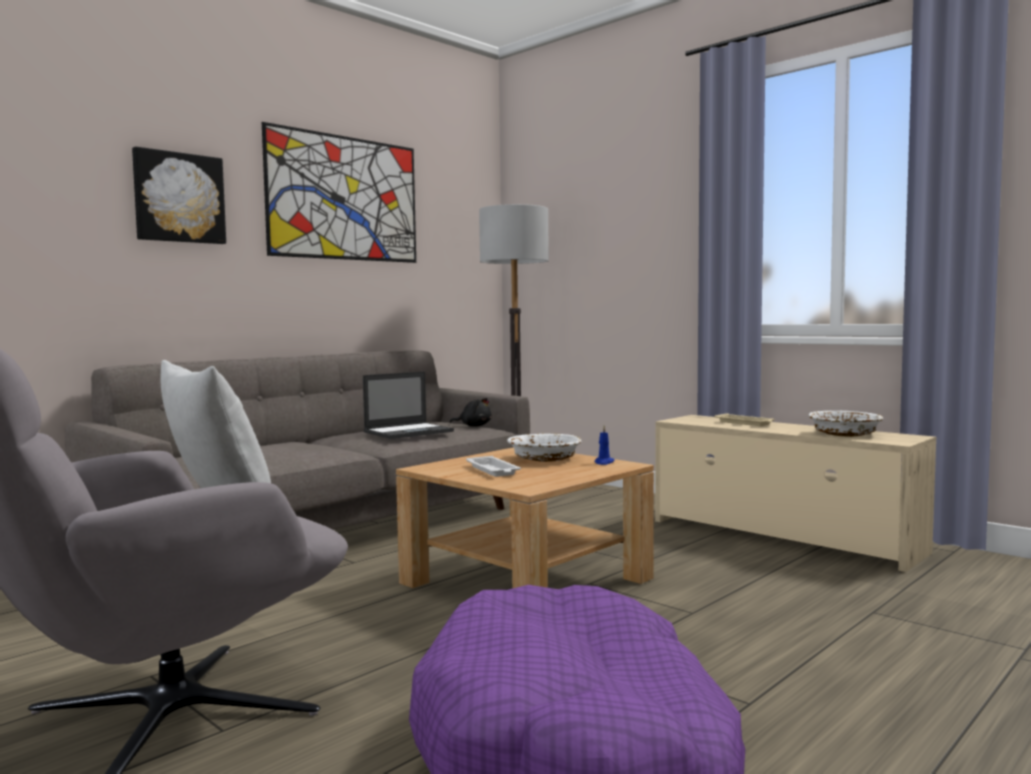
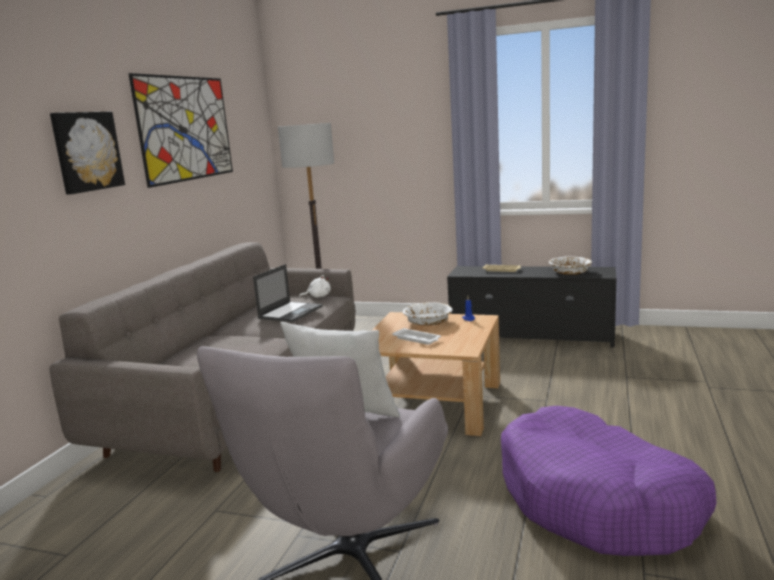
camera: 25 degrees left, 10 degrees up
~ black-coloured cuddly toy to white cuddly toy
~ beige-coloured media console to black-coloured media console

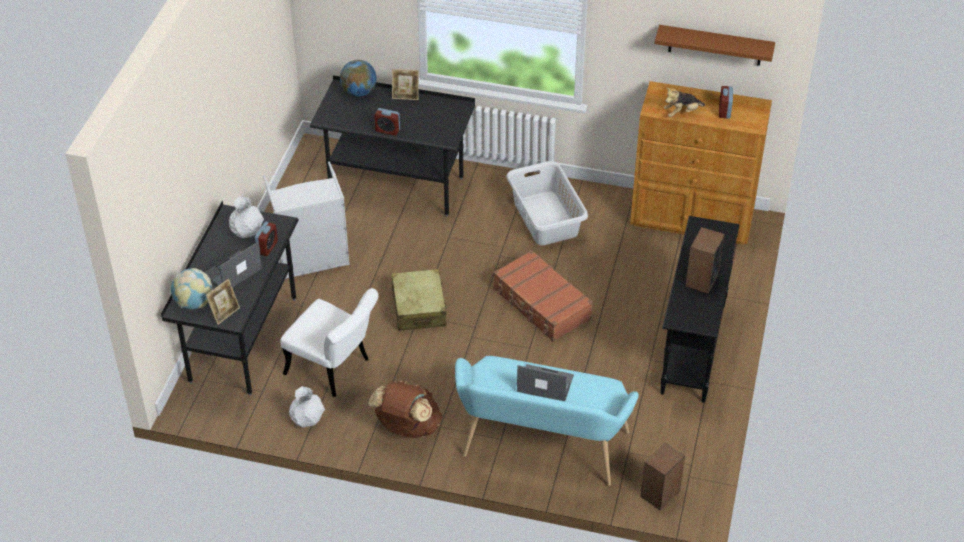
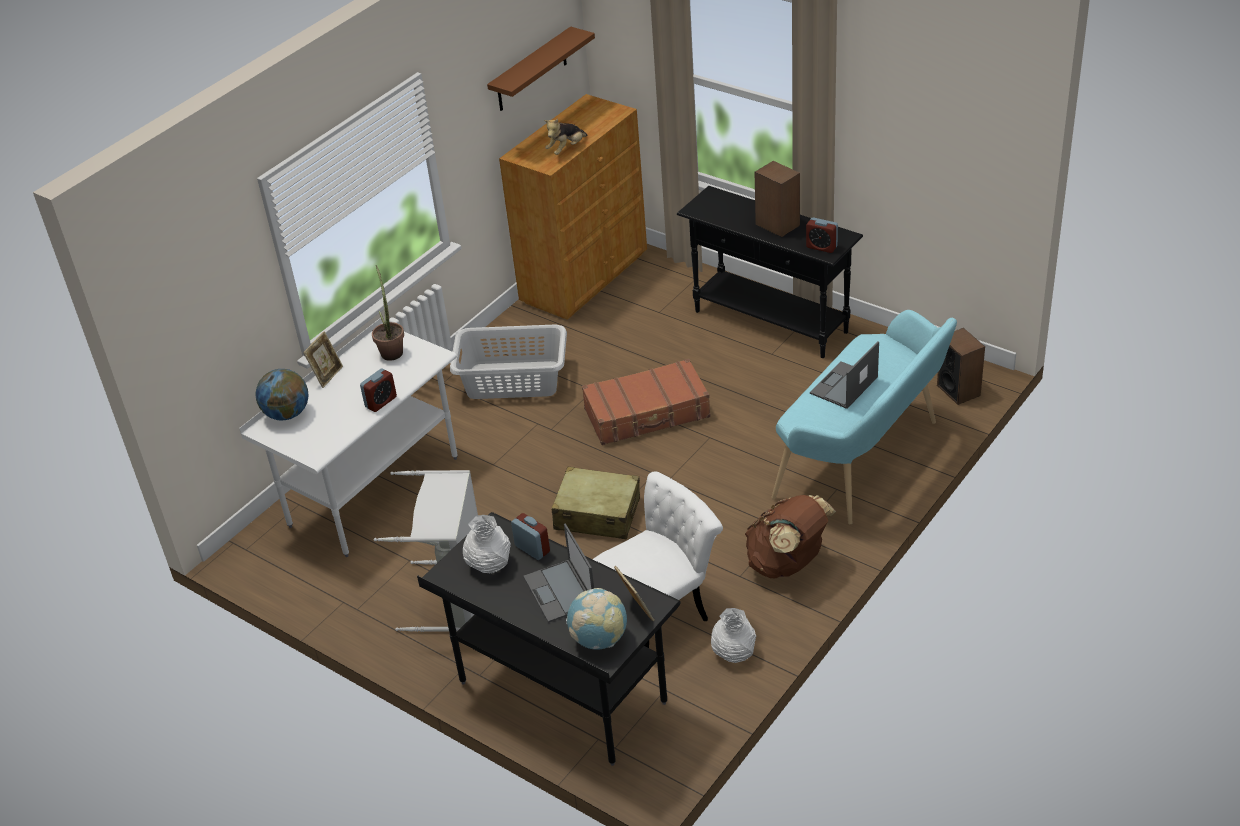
camera: 65 degrees left, 5 degrees down
~ black-coloured desk table (no. 2 from left) to white desk table
~ table clock (no. 3 from left)
~ cuddly toy 45 degrees clockwise
+ potted plant

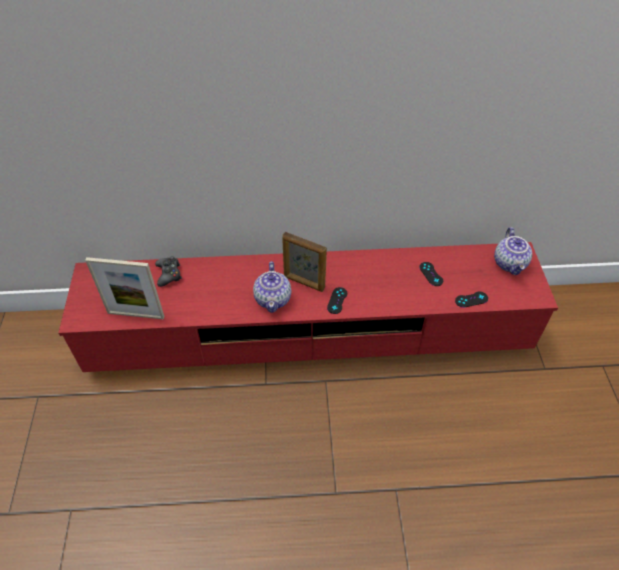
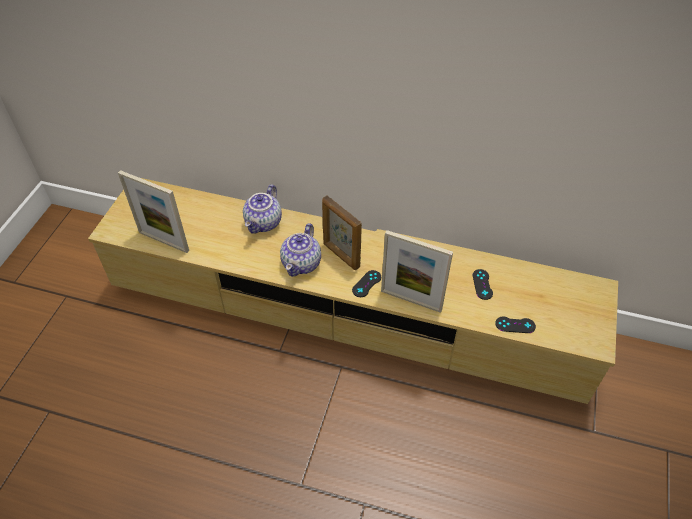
camera: 20 degrees right, 0 degrees up
~ tea pot (no. 2 from left in the first image) to tea pot (no. 1 from left)
~ red-coloured media console to beige-coloured media console
- black-coloured gamepad (no. 1 from left)
+ photo frame (no. 3 from left)

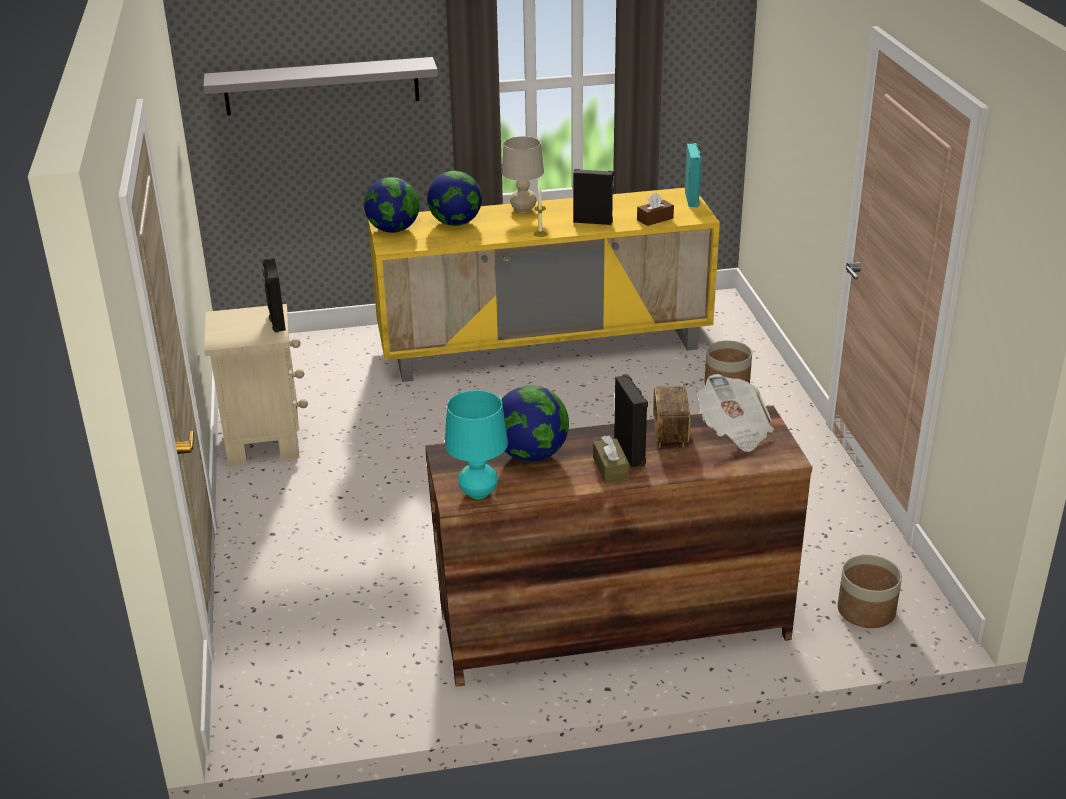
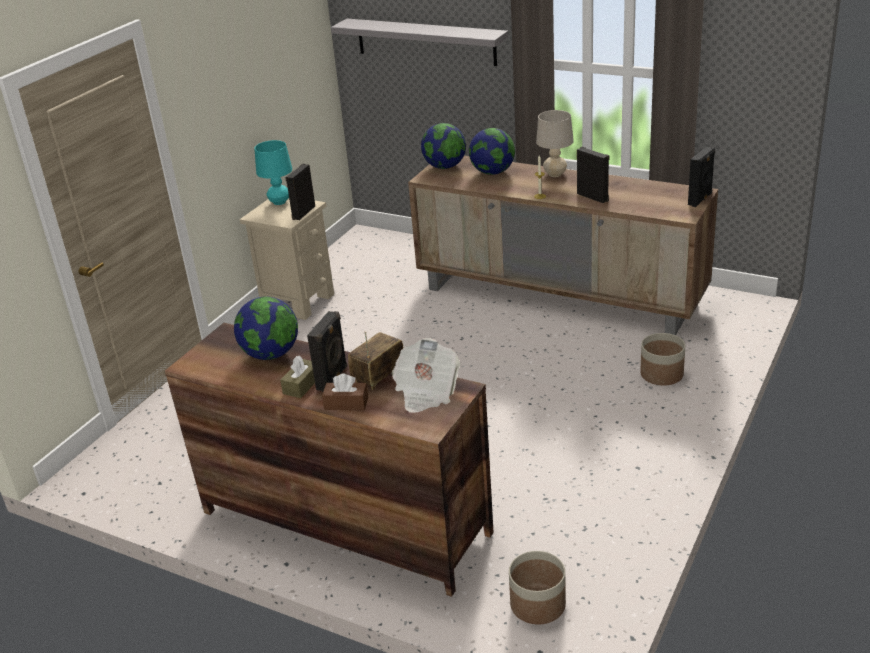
camera: 40 degrees right, 0 degrees up
~ turquoise audio speaker to black-coloured audio speaker (no. 4 from left)
~ yellow media console to brown-coloured media console
~ brown-coloured tissue holder (no. 2 from left)
~ turquoise tabletop lamp

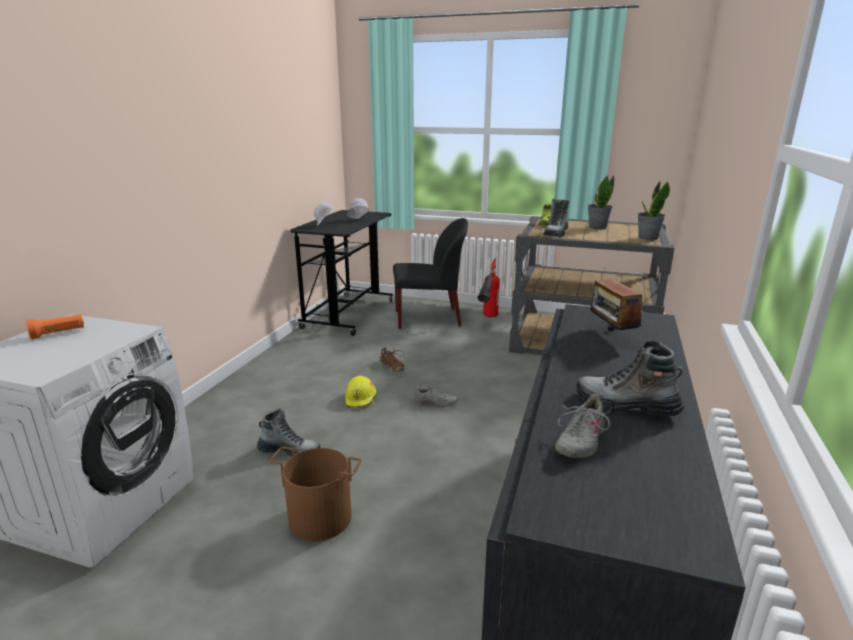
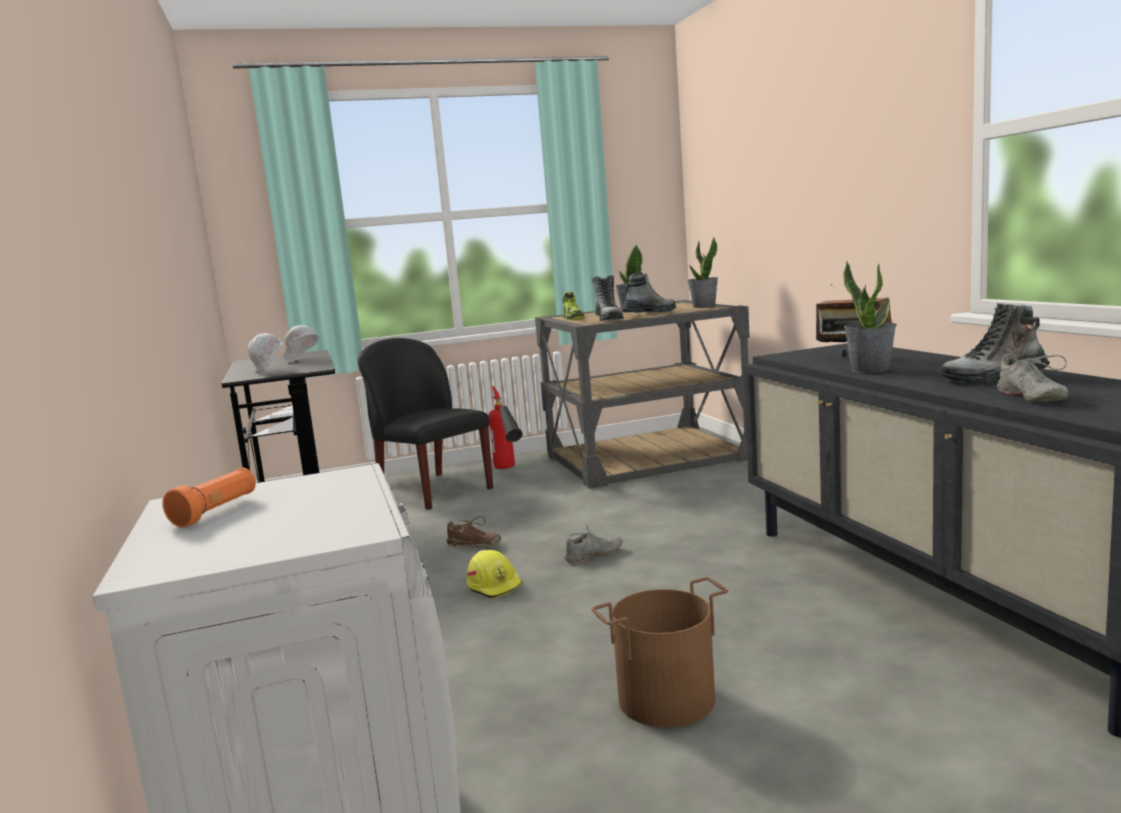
camera: 35 degrees left, 10 degrees down
~ black-coloured plain chair 90 degrees counterclockwise
~ boot (no. 1 from left in the first image) to boot (no. 2 from left)
+ potted plant (no. 3 from left)

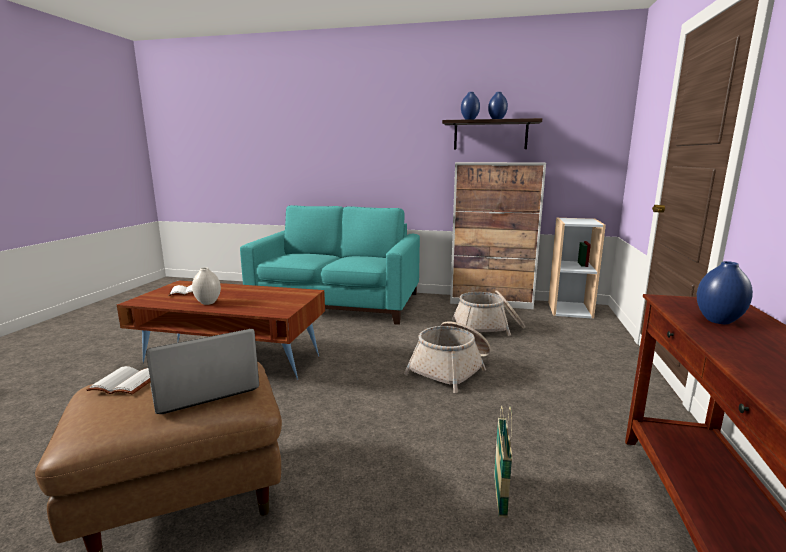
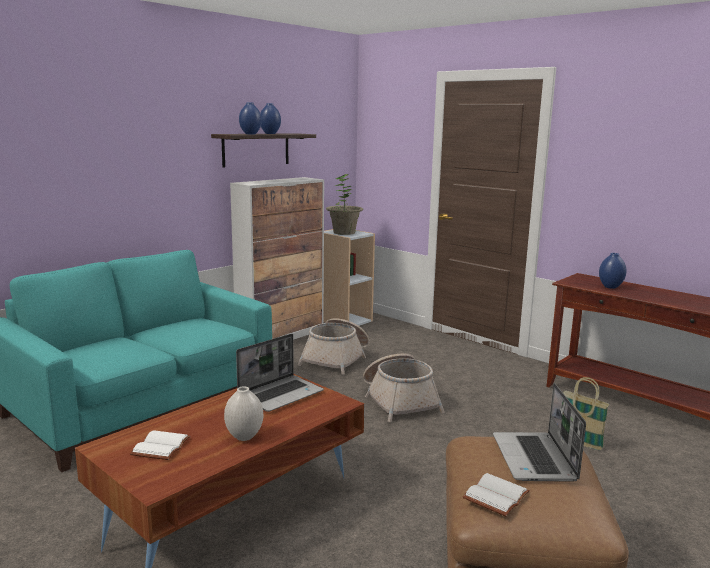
camera: 60 degrees left, 0 degrees up
+ potted plant
+ portable computer (no. 1 from left)

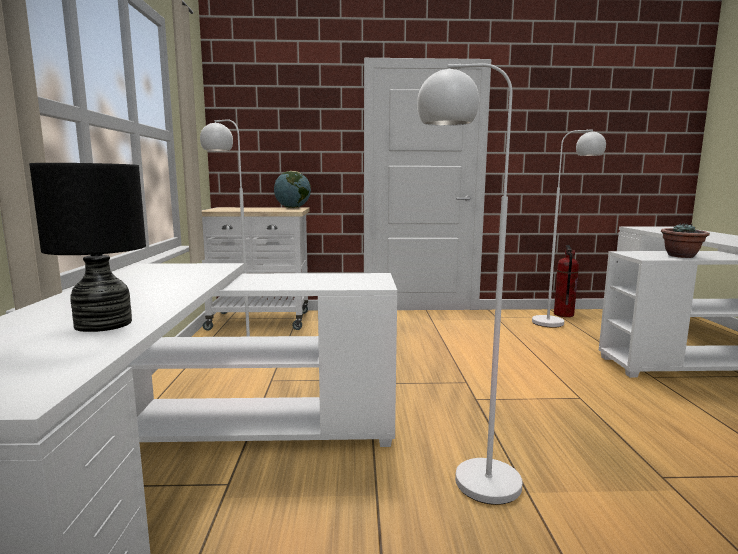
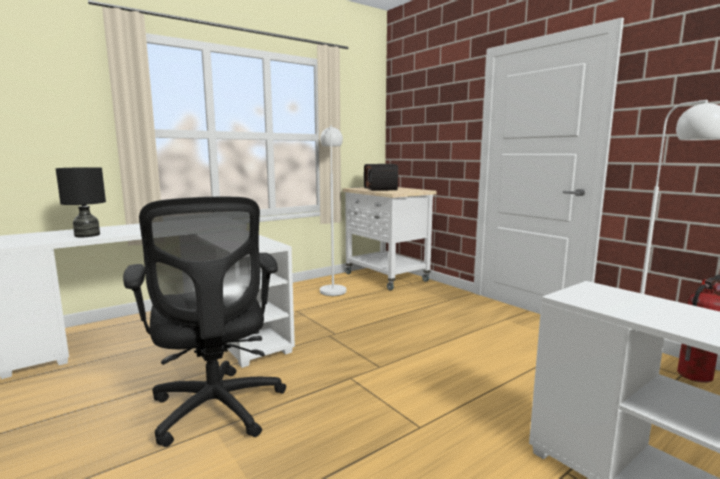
camera: 55 degrees right, 0 degrees up
~ white standing lamp (no. 2 from left) to black-coloured computer chair
- globe
- potted plant
+ radio set

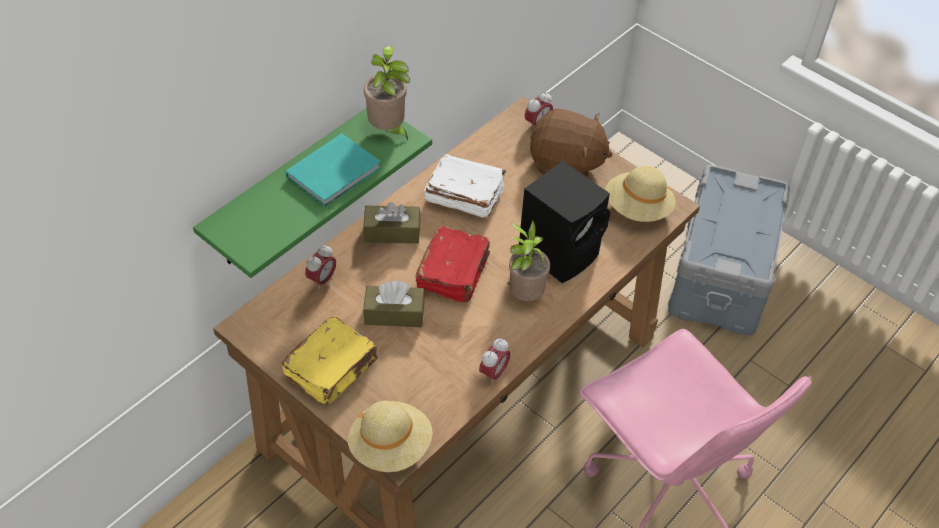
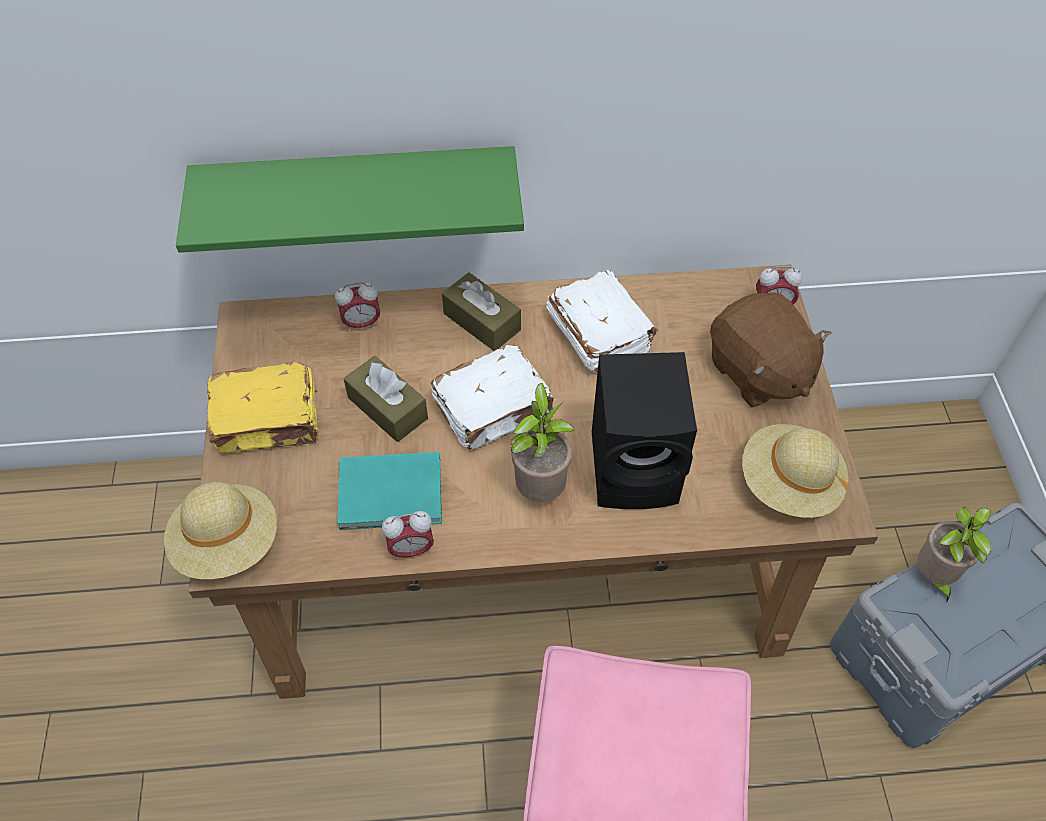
camera: 45 degrees right, 5 degrees up
~ potted plant (no. 1 from left in the first image) to potted plant (no. 2 from left)
~ turquoise volume
~ red-coloured volume to white volume (no. 1 from left)

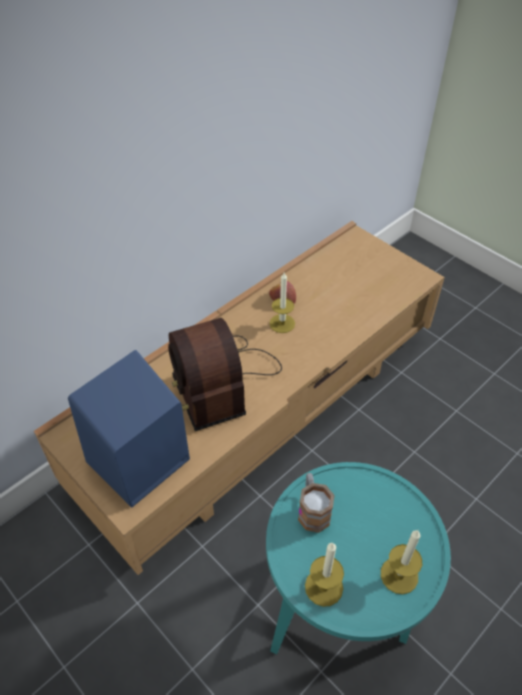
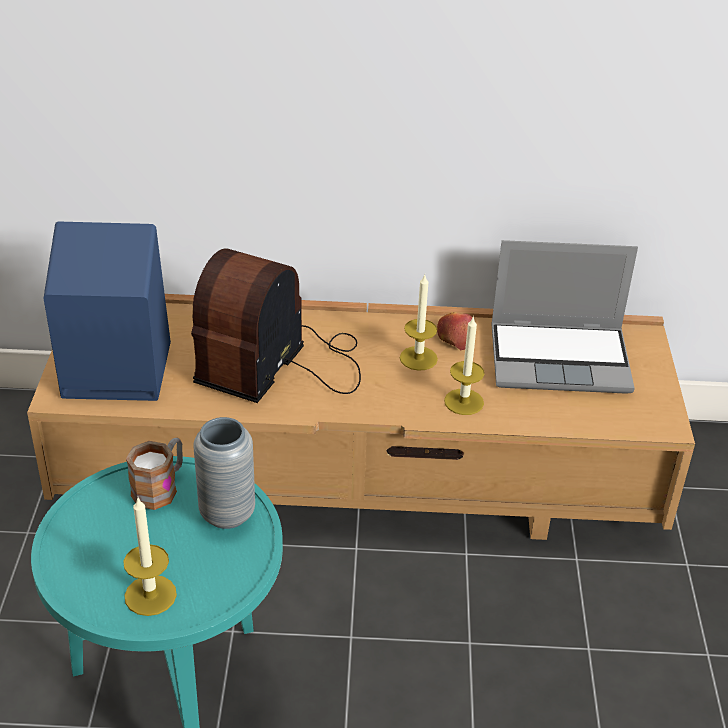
camera: 45 degrees right, 10 degrees down
~ candle (no. 2 from left in the first image) to candle (no. 3 from left)
+ portable computer
+ gray decorative vase

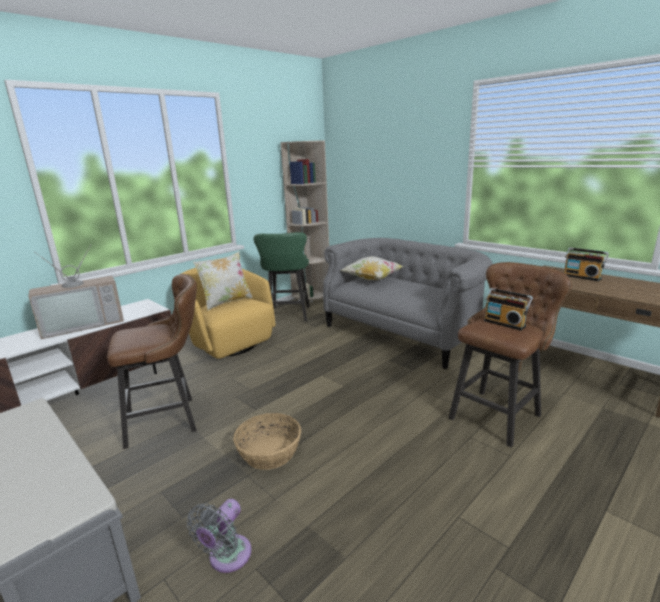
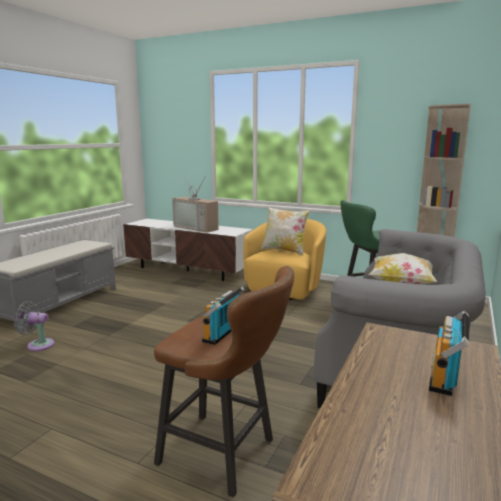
camera: 70 degrees right, 5 degrees down
- brown-coloured stool seat (no. 1 from left)
- household basket

